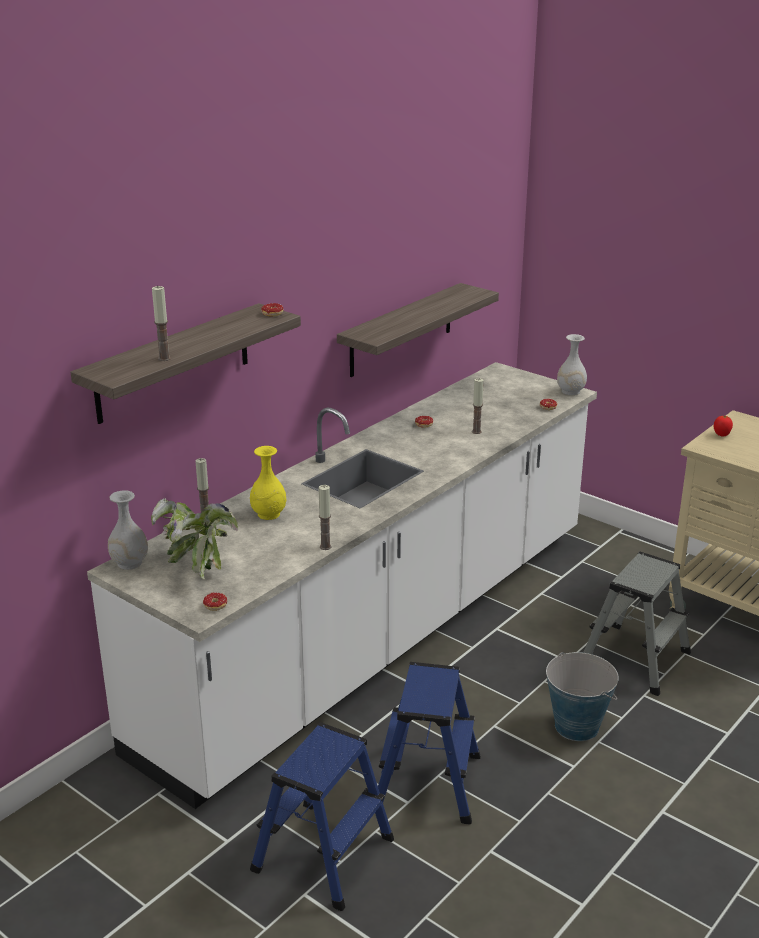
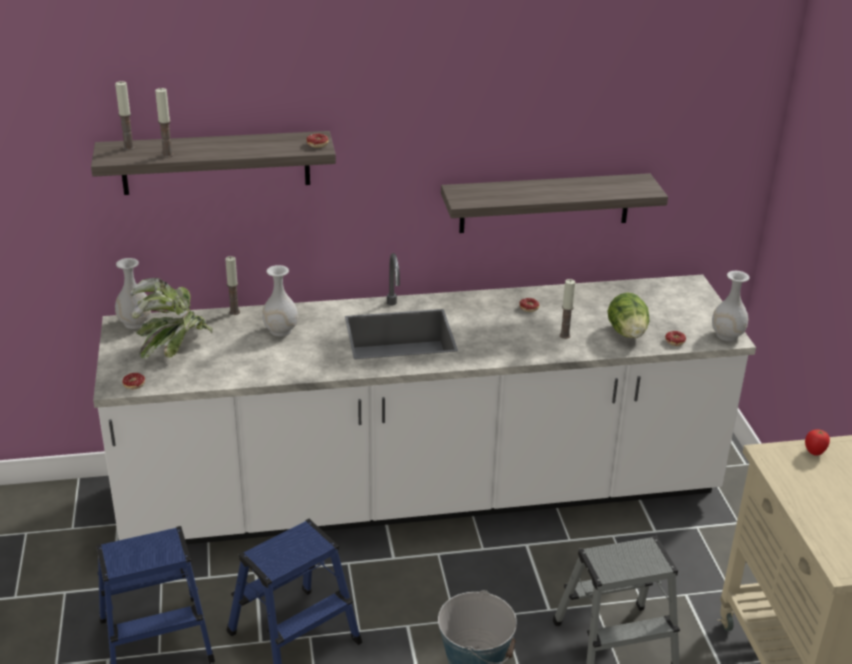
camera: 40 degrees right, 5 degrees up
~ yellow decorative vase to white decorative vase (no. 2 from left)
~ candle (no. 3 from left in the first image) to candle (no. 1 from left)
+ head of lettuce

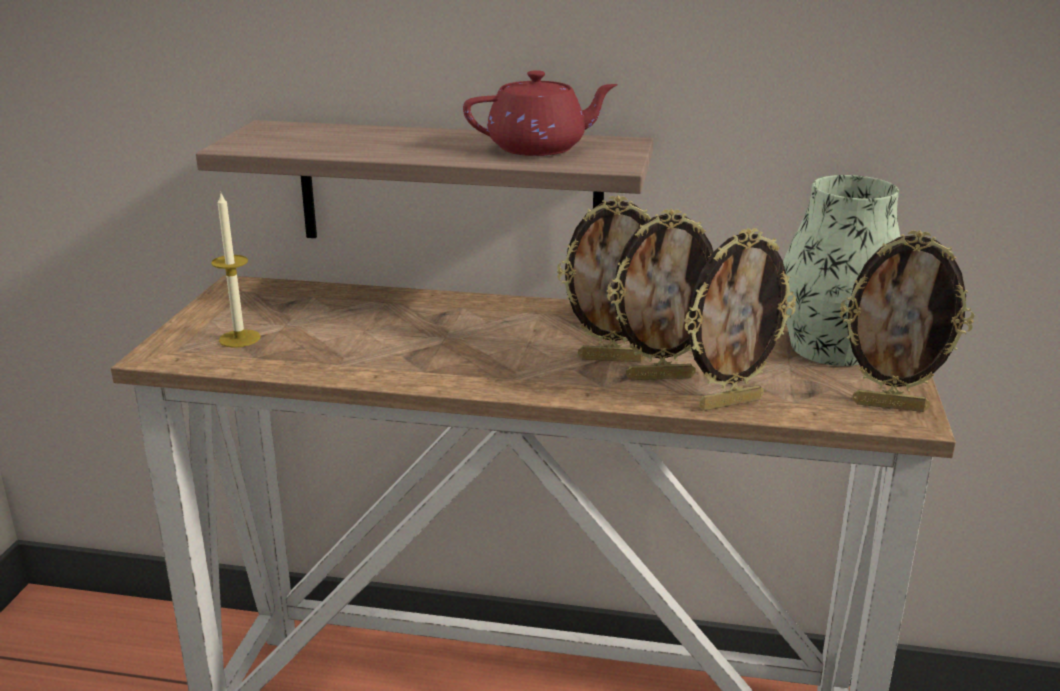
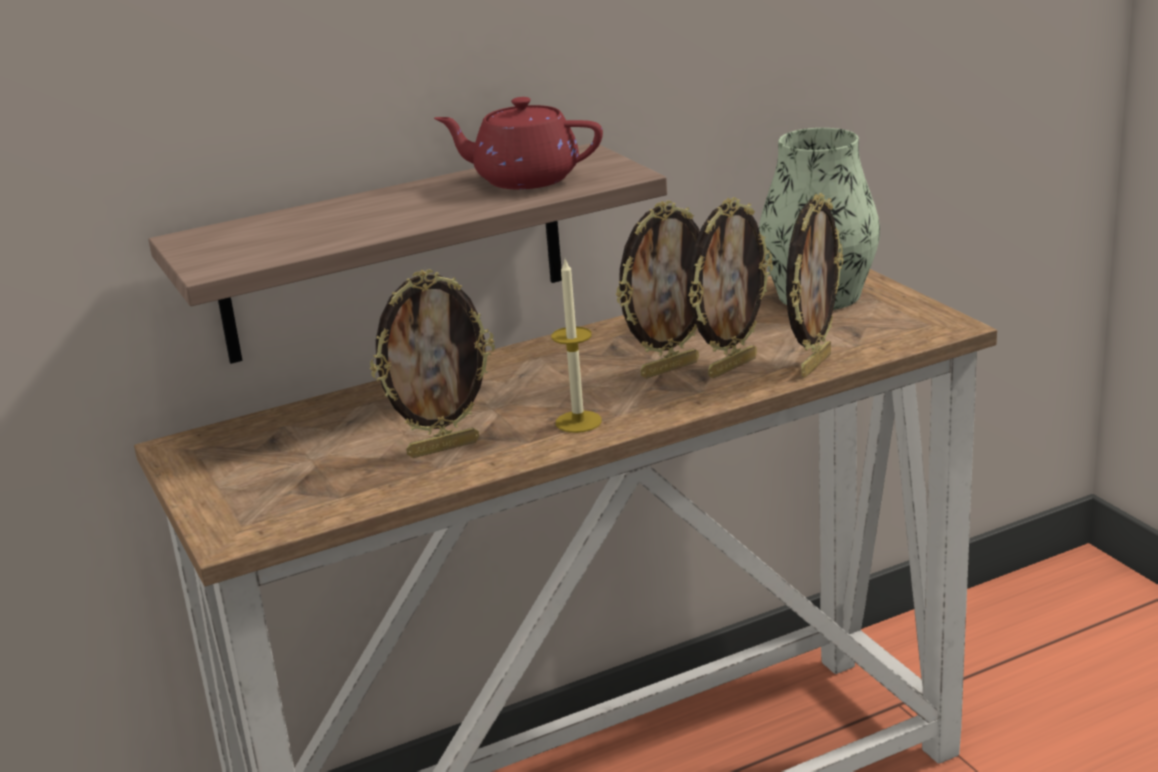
camera: 35 degrees left, 0 degrees up
~ red-coloured tea pot 120 degrees counterclockwise
~ candle
~ photo frame (no. 4 from left in the first image) to photo frame (no. 1 from left)

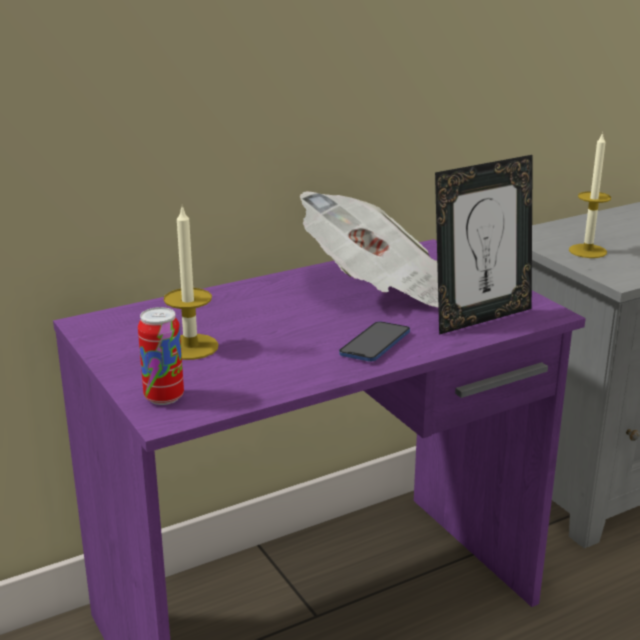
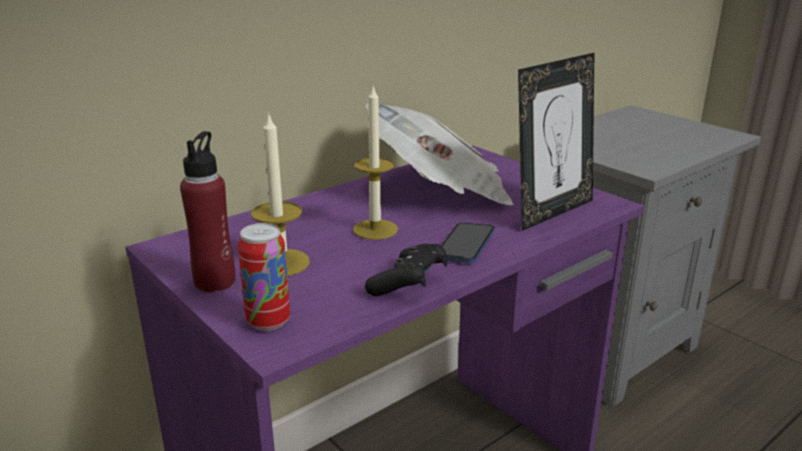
camera: 10 degrees left, 0 degrees up
~ candle (no. 2 from left)
+ red-coloured drink bottle
+ black-coloured gamepad

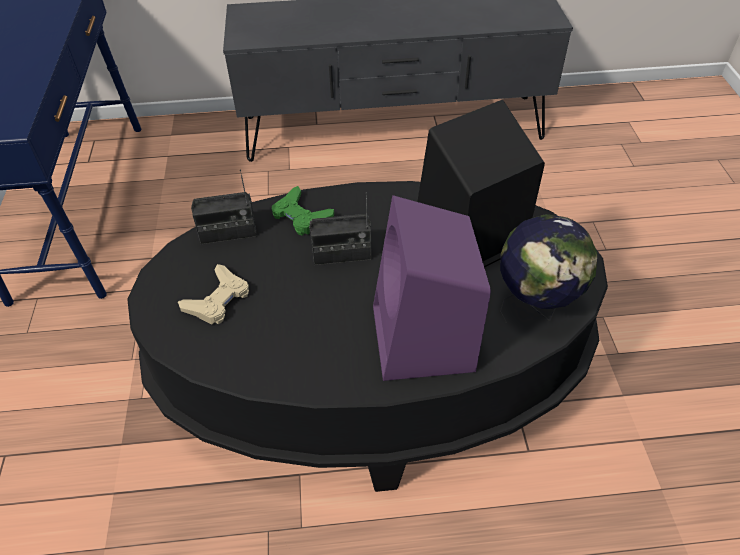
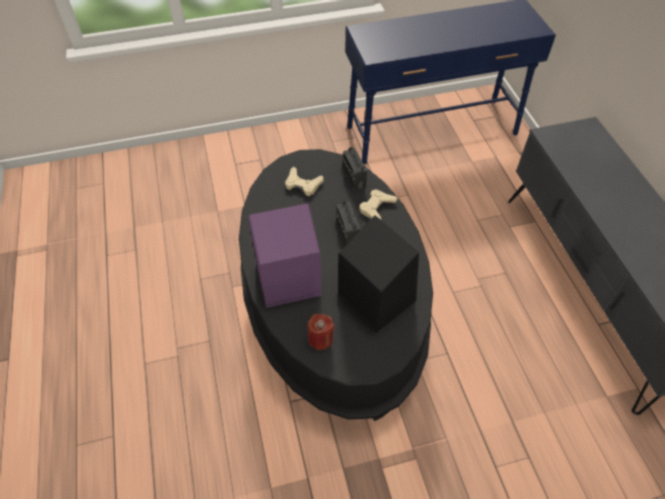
camera: 80 degrees right, 5 degrees up
~ greenish gamepad to beige-coloured gamepad (no. 2 from left)
~ globe to red-coloured candle

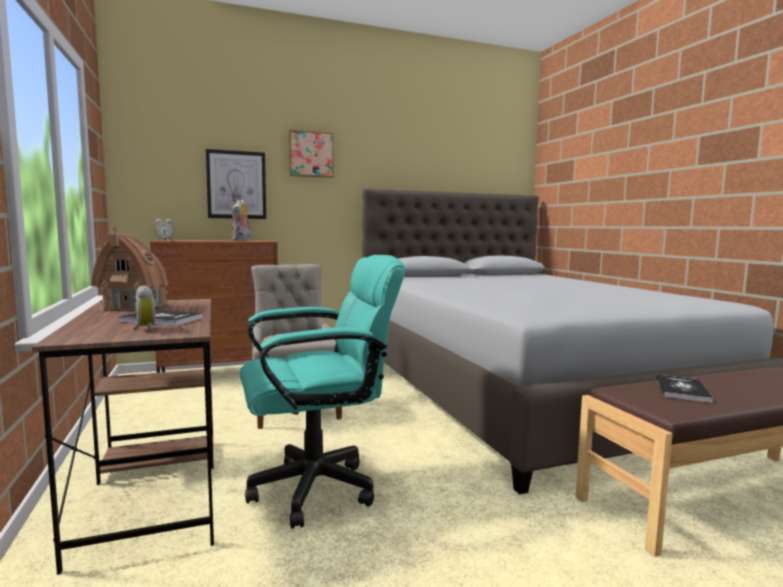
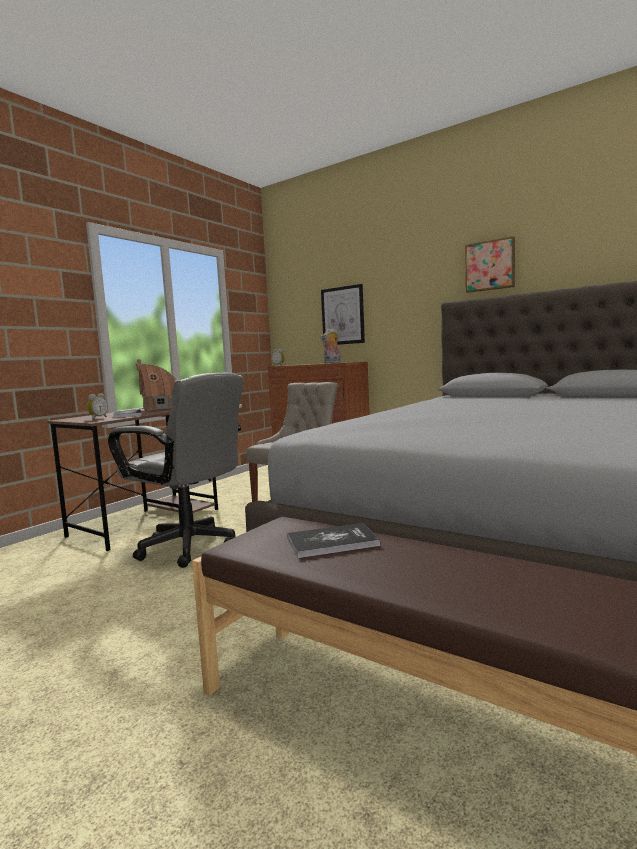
camera: 55 degrees right, 0 degrees up
~ wall art (no. 2 from left)
~ turquoise computer chair to gray computer chair

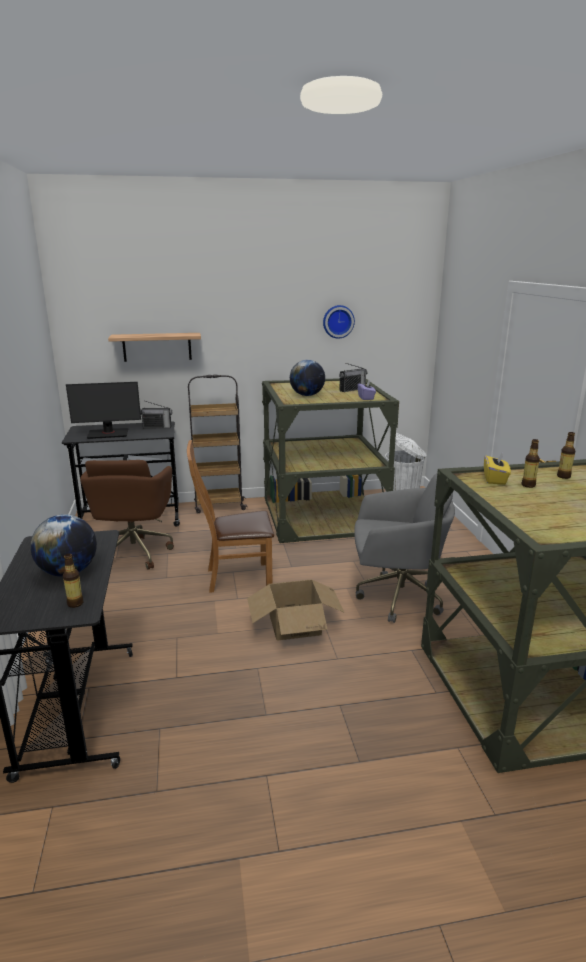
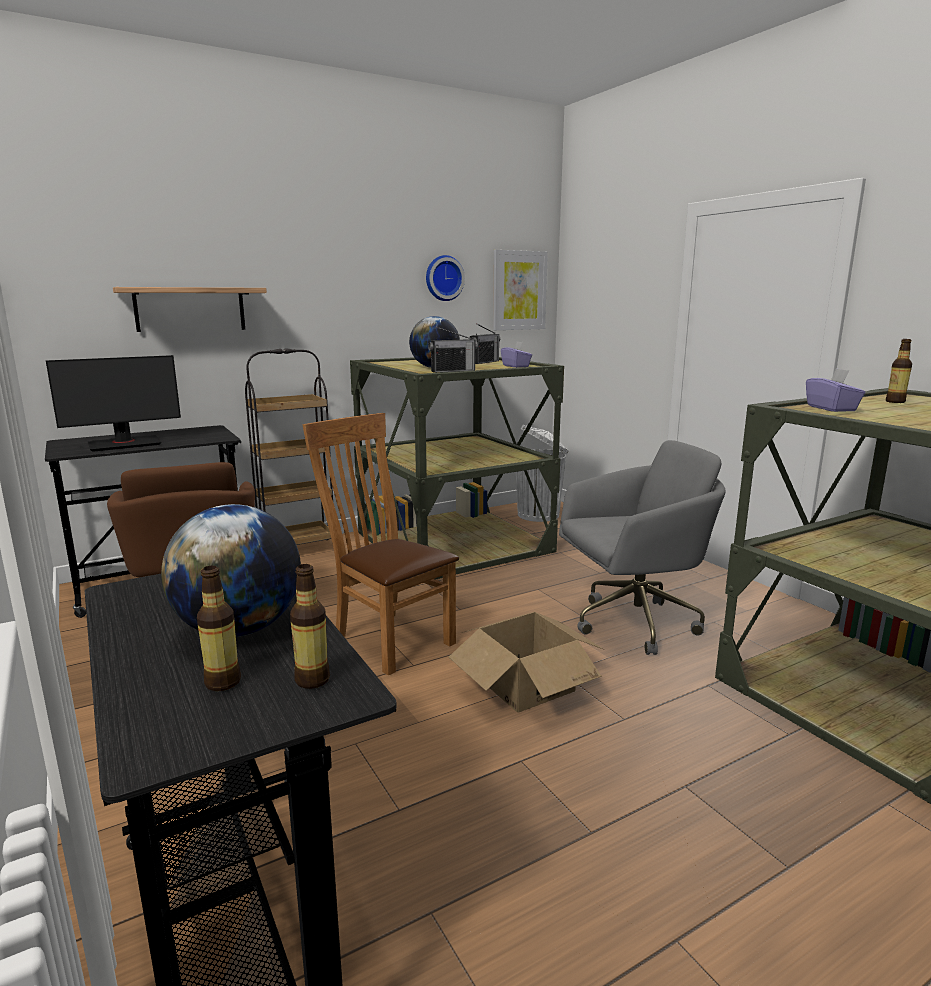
camera: 20 degrees left, 5 degrees down
~ radio set (no. 1 from left)
~ drink bottle (no. 2 from left in the first image) to drink bottle (no. 1 from left)
~ brown-coloured plain chair 75 degrees clockwise
~ yellow tissue holder to purplish tissue holder (no. 2 from left)
+ wall art

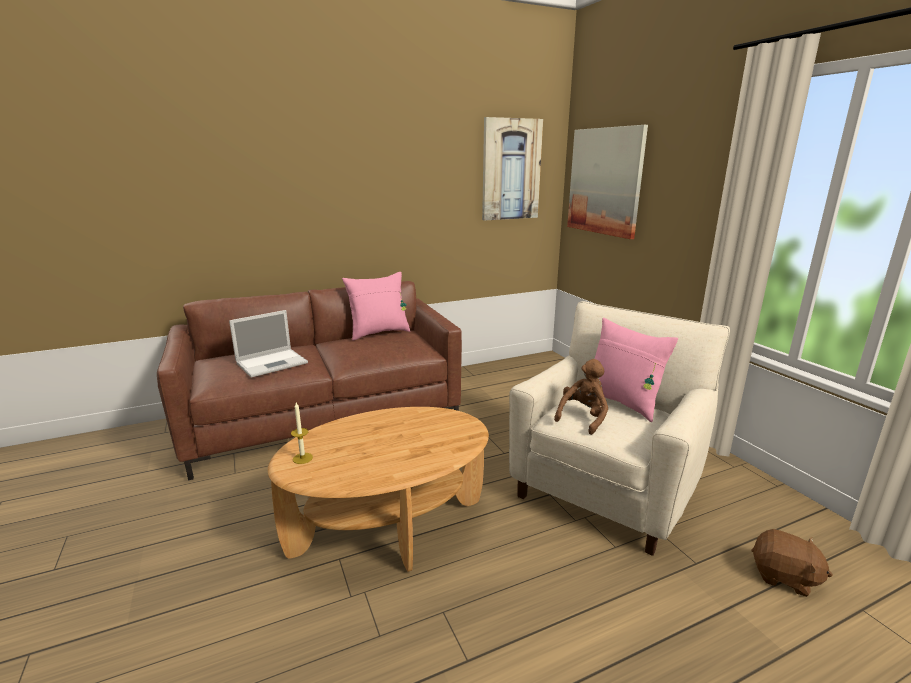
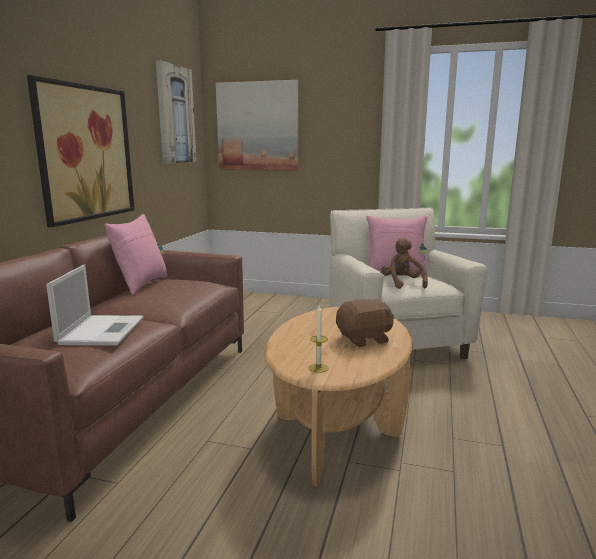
camera: 50 degrees left, 5 degrees down
~ brown-coloured cuddly toy (no. 2 from left in the first image) to brown-coloured cuddly toy (no. 1 from left)
+ wall art (no. 1 from left)

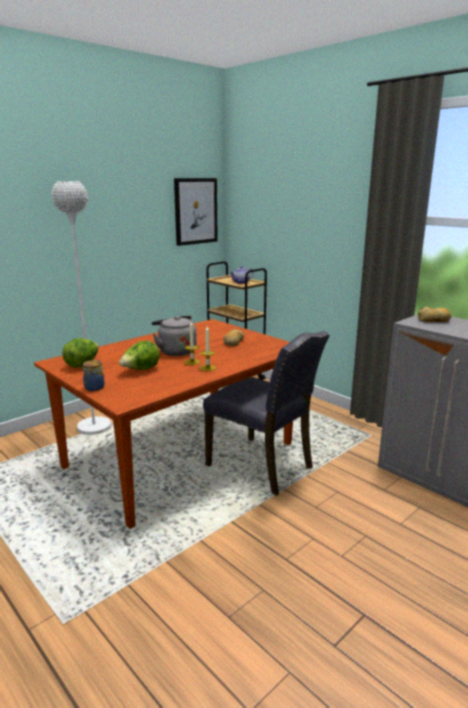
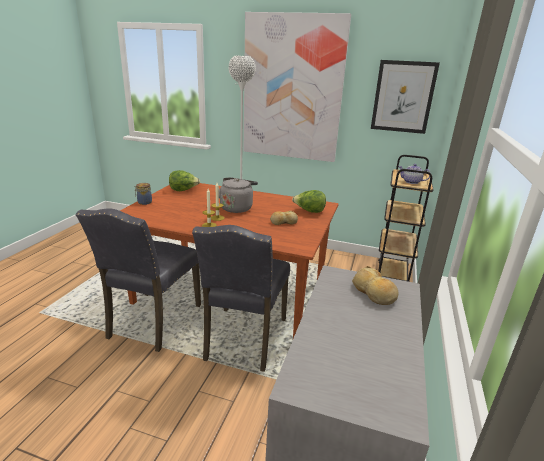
camera: 60 degrees right, 5 degrees up
~ head of lettuce (no. 2 from left)
+ wall art (no. 1 from left)
+ gray plain chair (no. 1 from left)

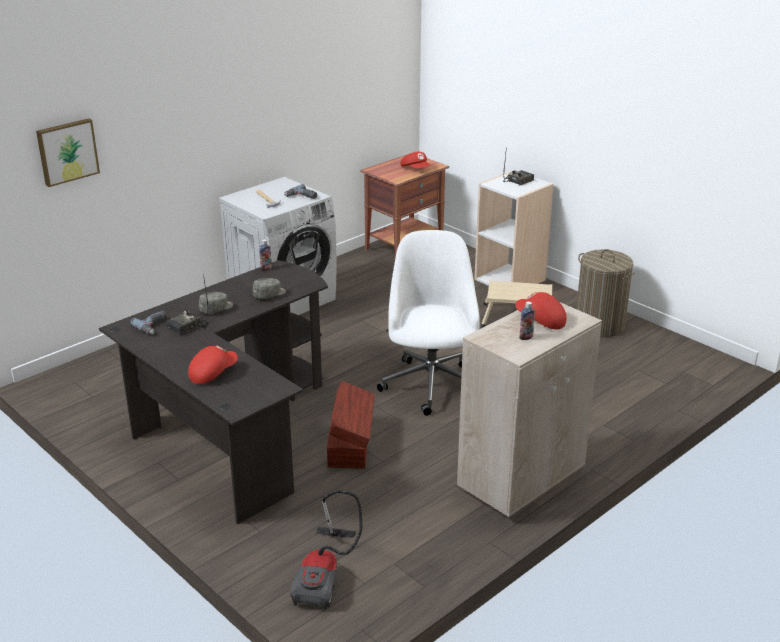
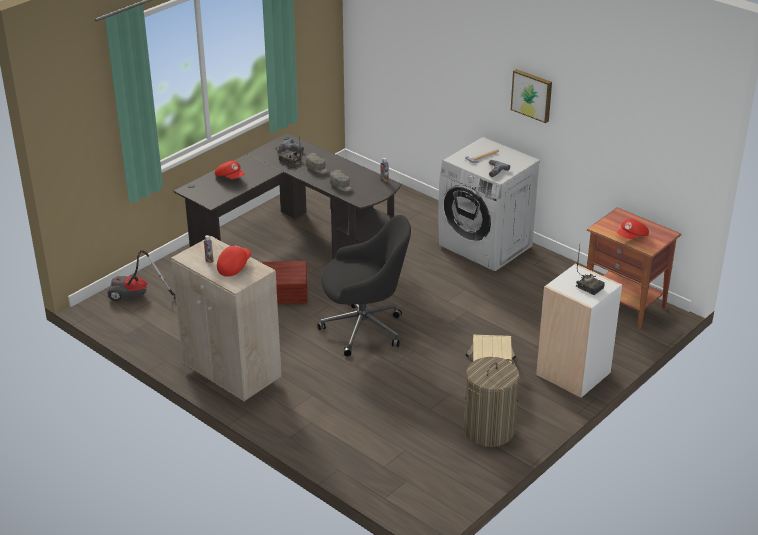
camera: 85 degrees right, 5 degrees up
~ wall art
~ white computer chair to black-coloured computer chair

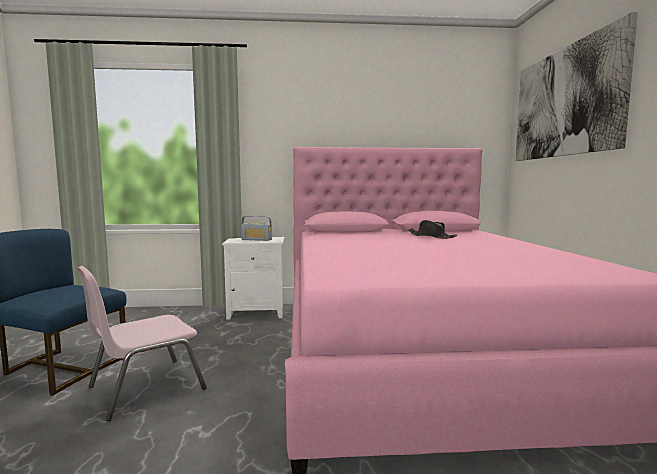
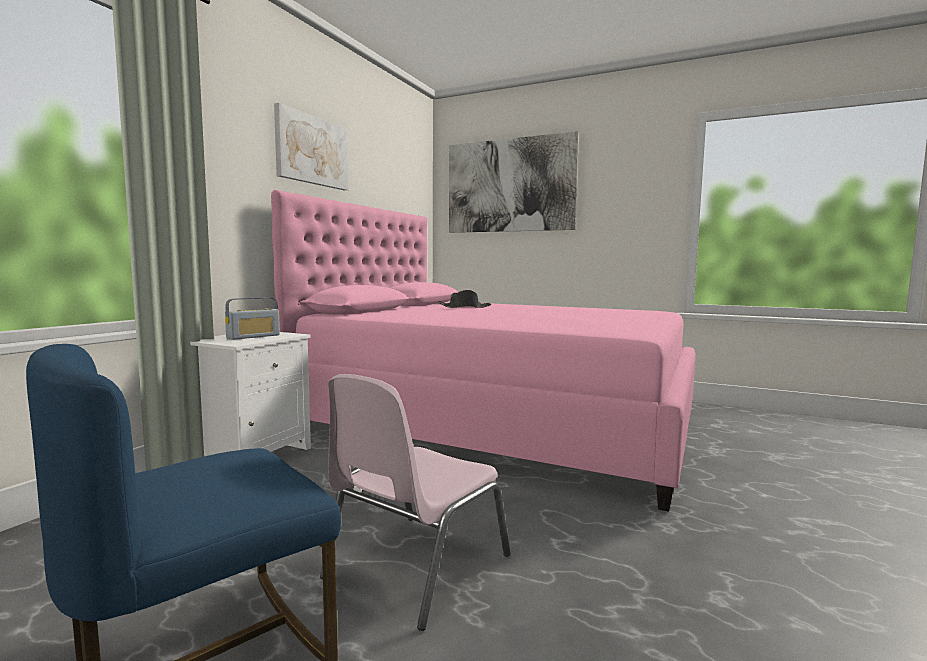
camera: 60 degrees left, 0 degrees up
~ pink-coloured plain chair 45 degrees clockwise
+ wall art (no. 1 from left)

